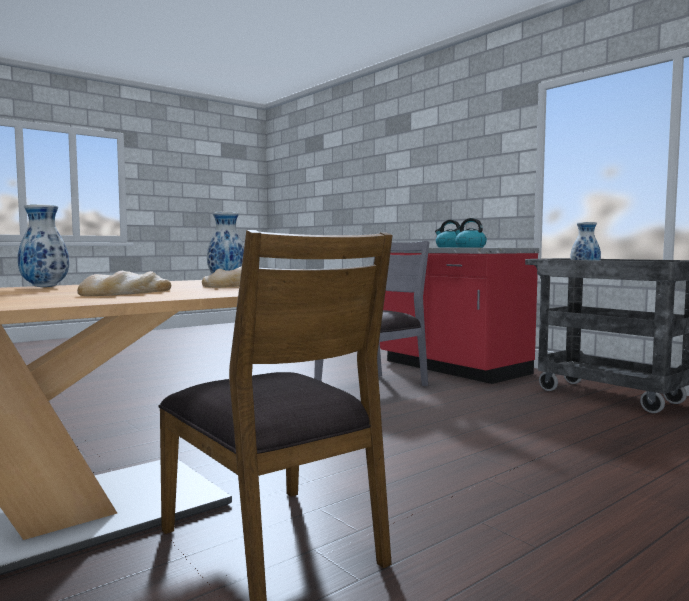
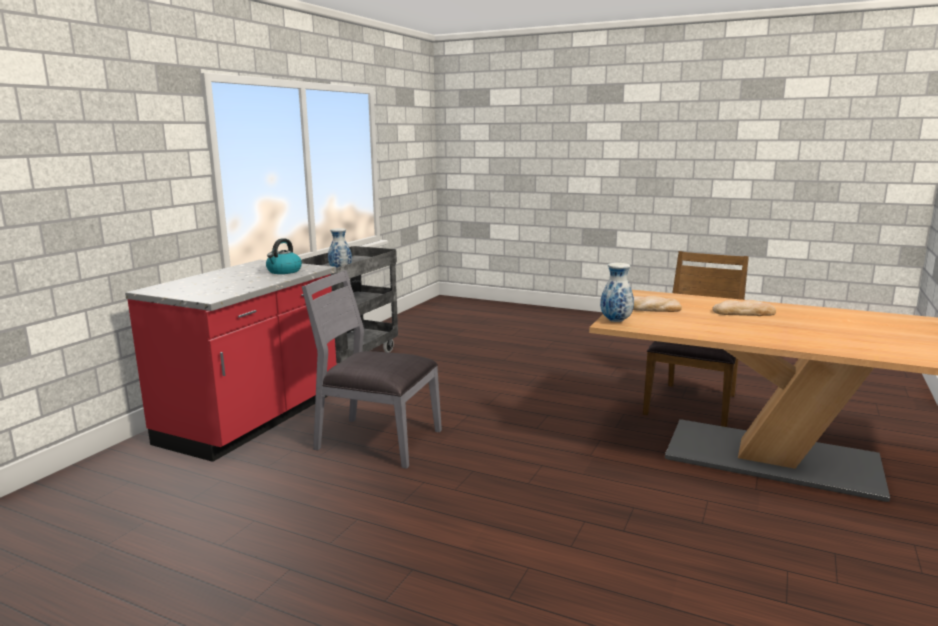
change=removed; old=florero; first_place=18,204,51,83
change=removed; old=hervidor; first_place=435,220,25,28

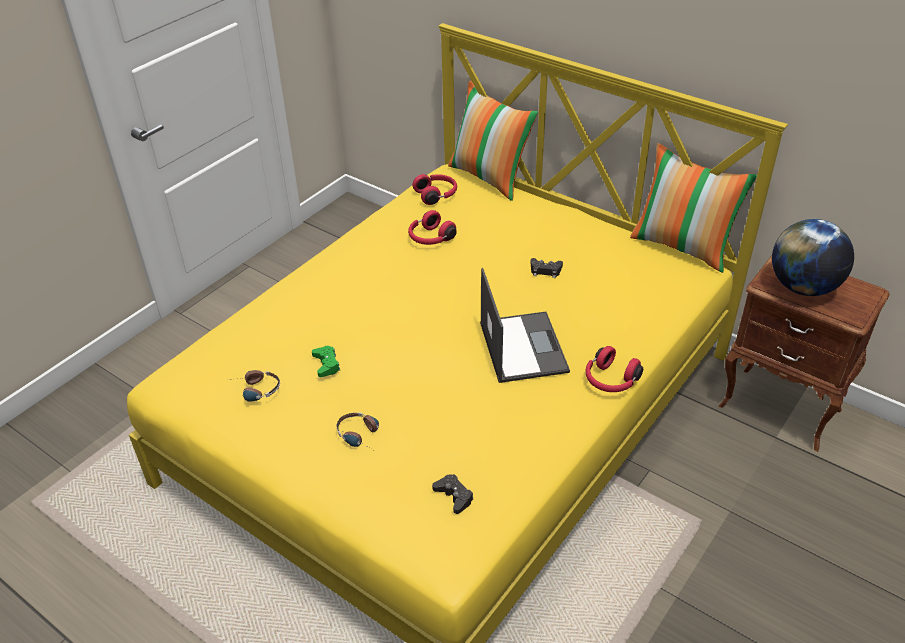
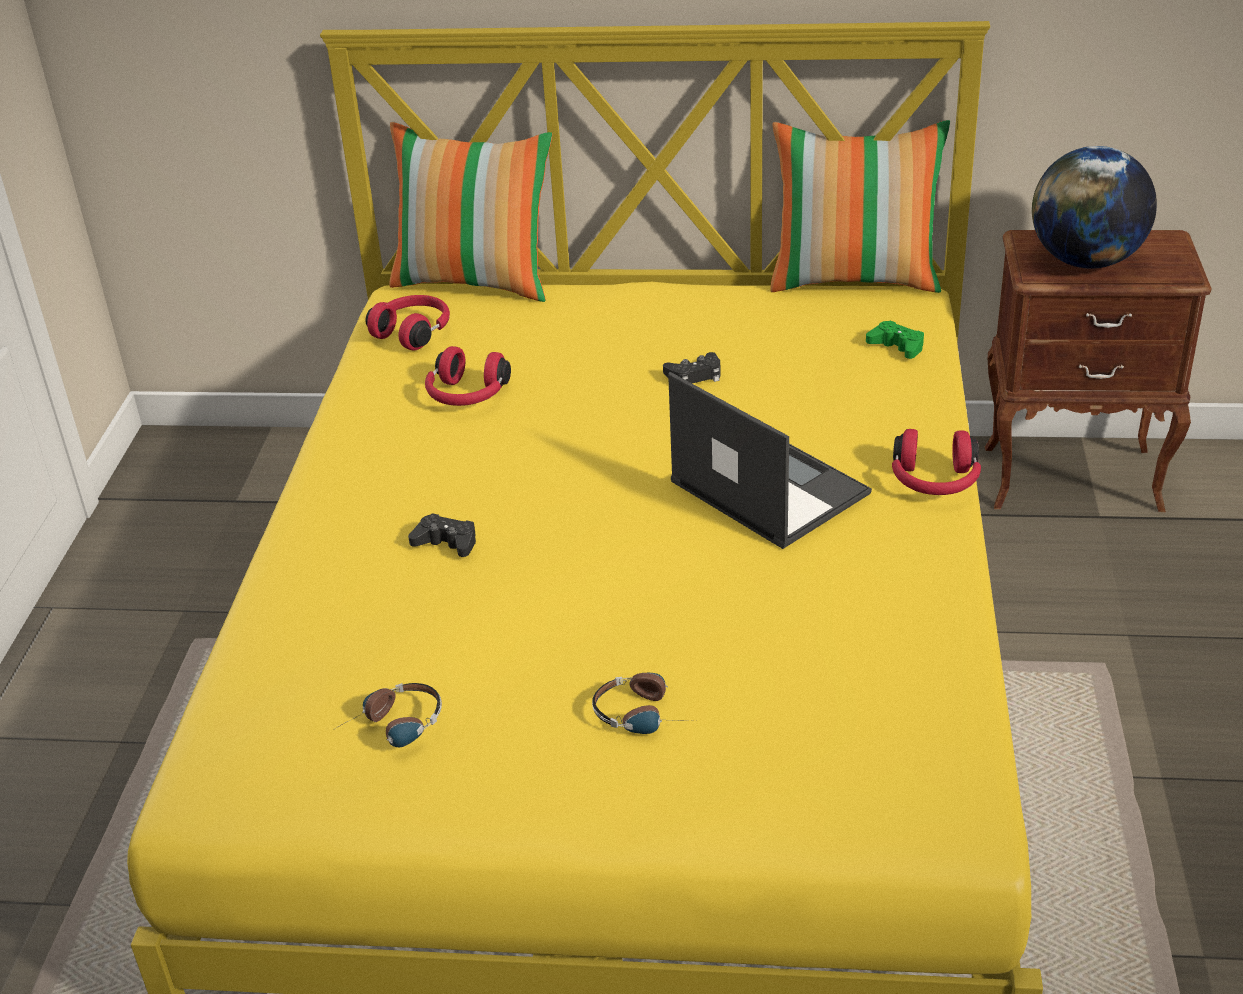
change=moved; old=mando de consola [verde]; first_place=312,346,28,31; second_place=866,321,58,38
change=moved; old=mando de consola [negro]; first_place=432,474,41,40; second_place=408,513,68,44

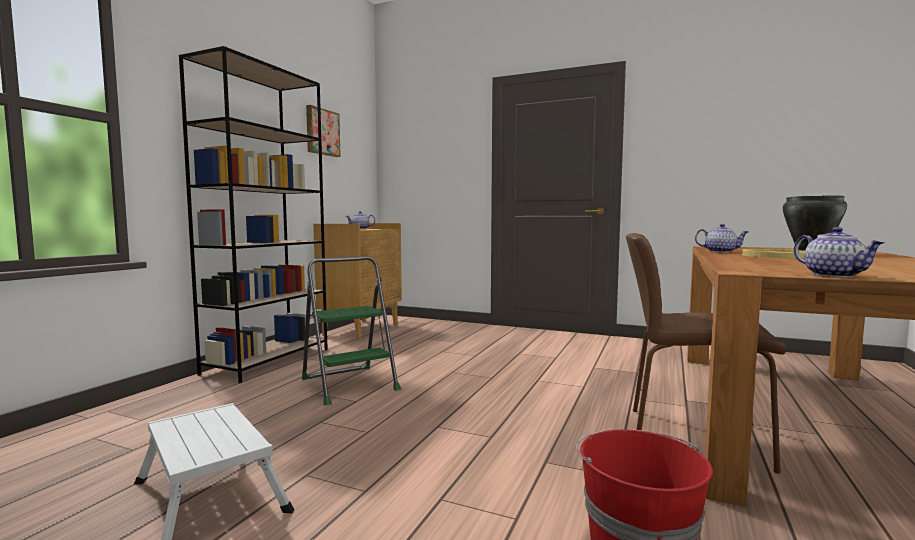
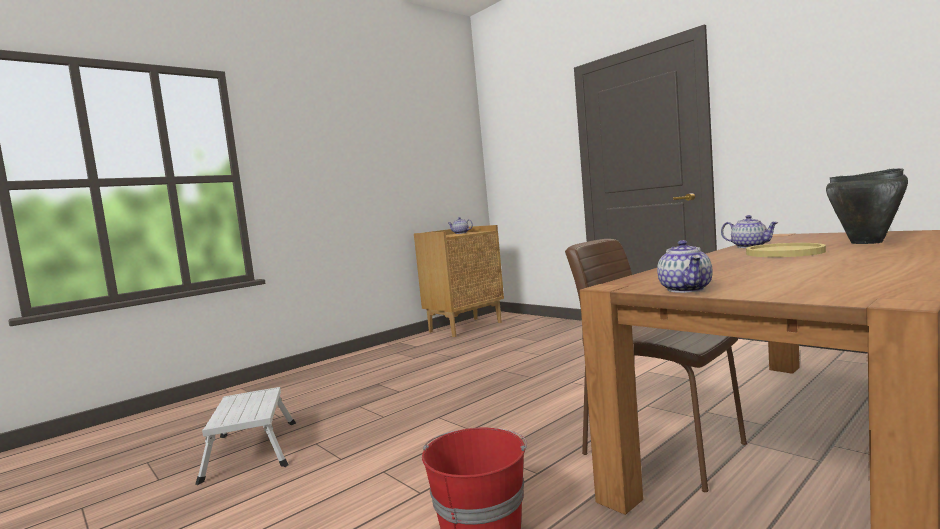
change=removed; old=estantería [beis]; first_place=179,46,149,337
change=removed; old=escalera de tijera [verde]; first_place=302,256,99,149
change=removed; old=cuadro; first_place=306,105,35,52

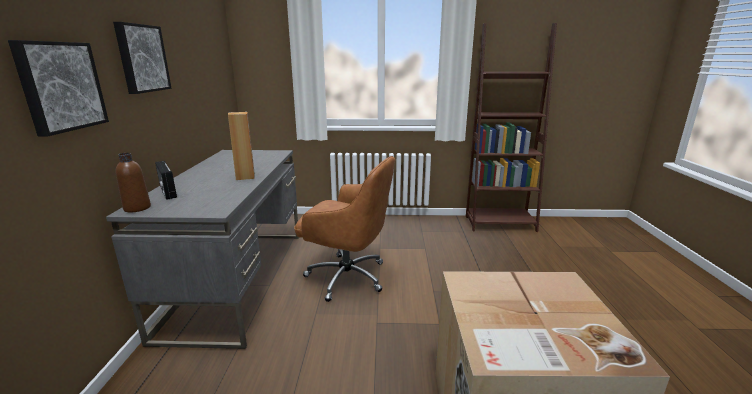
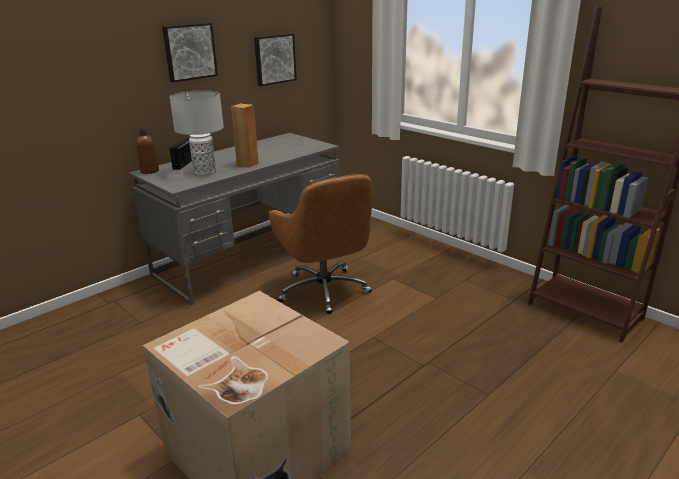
change=added; new=lámpara de mesa [blanco]; second_place=170,90,54,85
change=moved; old=cuadro; first_place=8,40,101,96; second_place=254,33,43,53

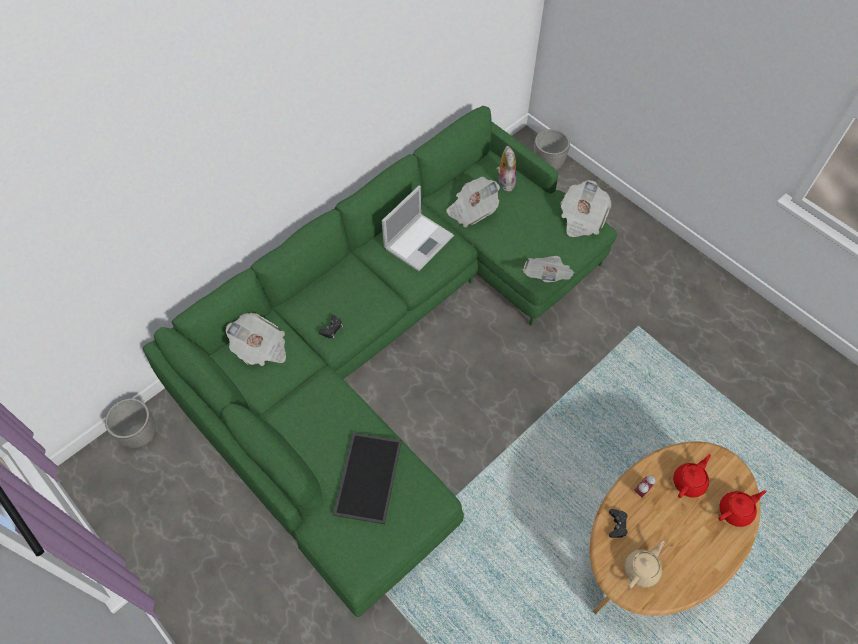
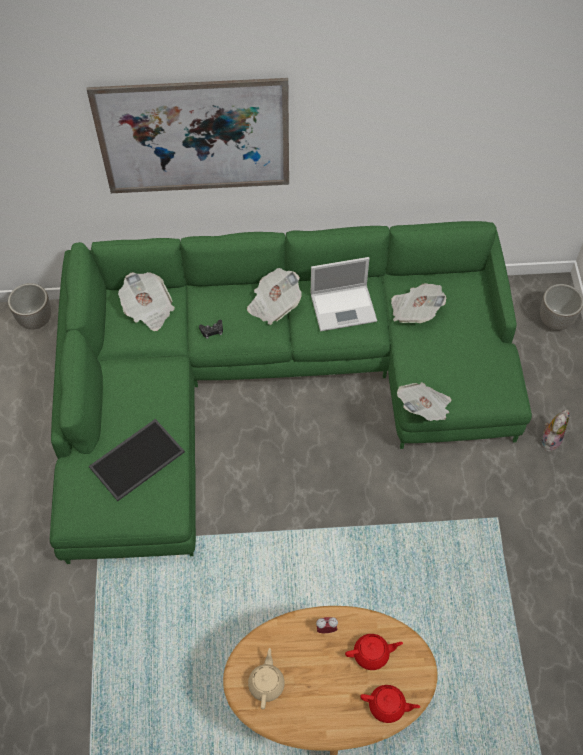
change=removed; old=mando de consola [negro]; first_place=609,509,19,29
change=added; new=cuadro; second_place=87,78,202,115
change=moved; old=peluche; first_place=496,145,20,47; second_place=542,410,27,42
change=moved; old=periódico; first_place=560,180,52,57; second_place=247,268,55,57
change=turned; old=tetera [beis]; first_place=625,541,40,48; second_place=248,648,37,61; degrees=-75

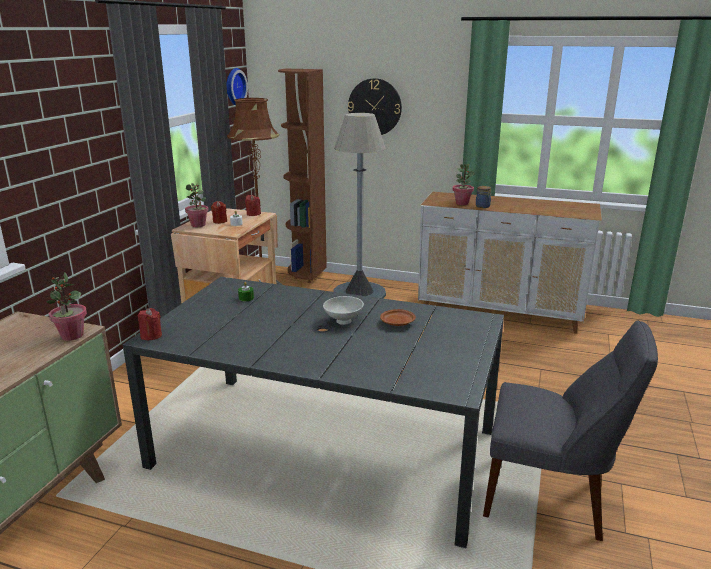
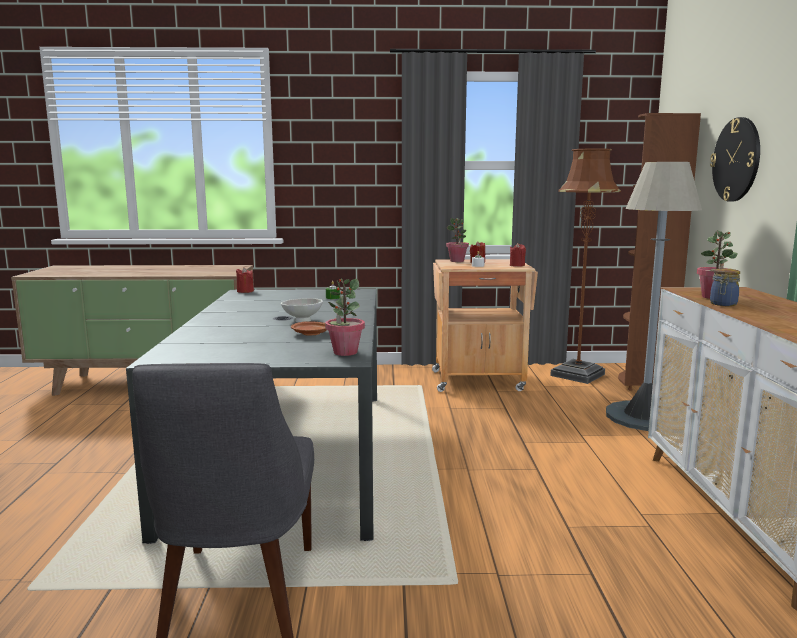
change=removed; old=reloj de pared; first_place=226,68,22,37
change=moved; old=planta en maceta; first_place=46,272,41,69; second_place=325,279,40,77

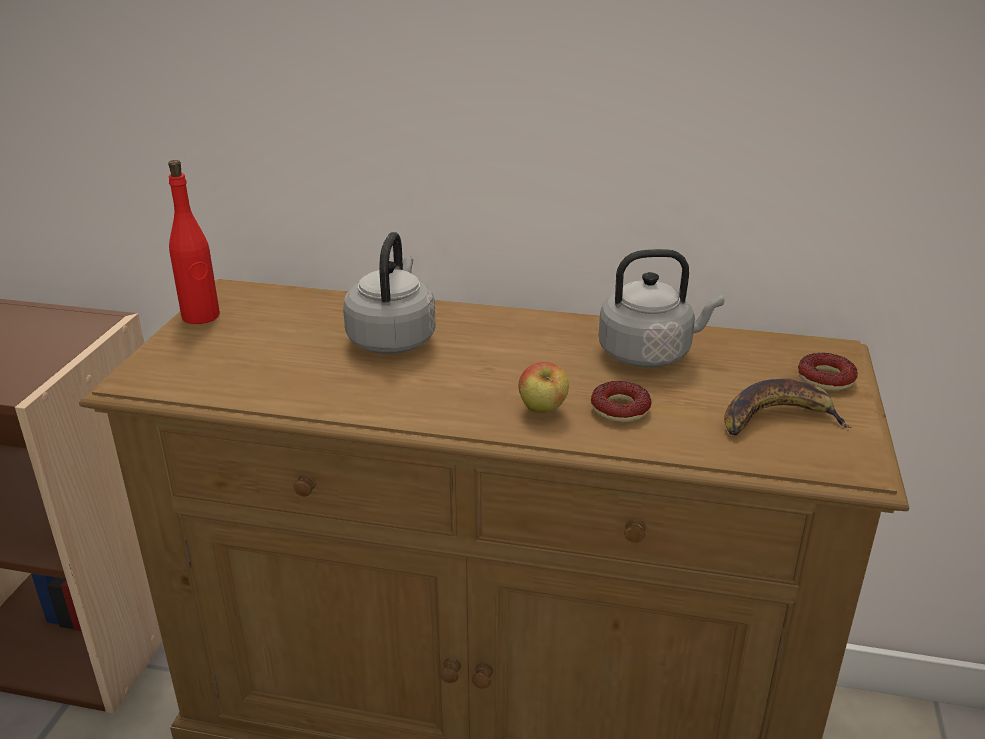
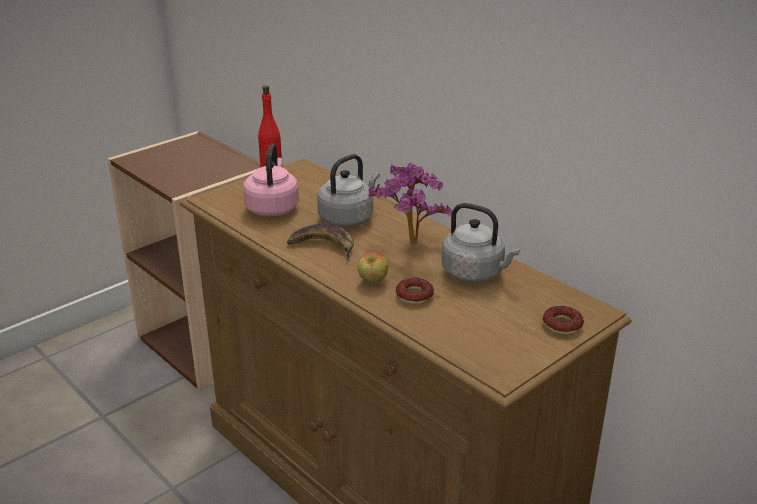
change=added; new=hervidor [rosa]; second_place=243,144,56,73
change=added; new=planta en maceta; second_place=369,163,83,81
change=moved; old=plátano; first_place=724,379,127,56; second_place=287,224,67,37

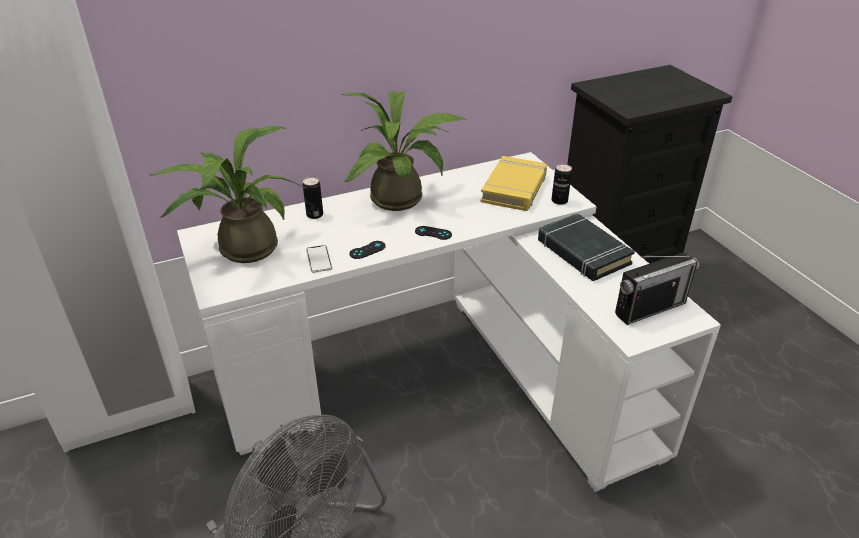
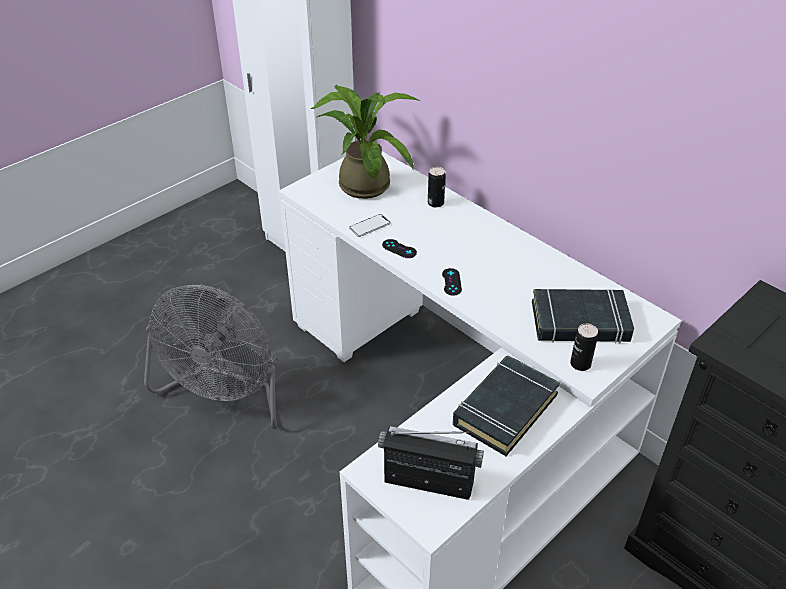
change=removed; old=planta en maceta; first_place=342,91,125,120
change=recoloured; old=libro [amarillo]; new=libro [negro]; first_place=481,156,66,55; second_place=532,289,102,55
change=turned; old=radio; first_place=615,253,84,72; second_place=378,426,106,74; degrees=150

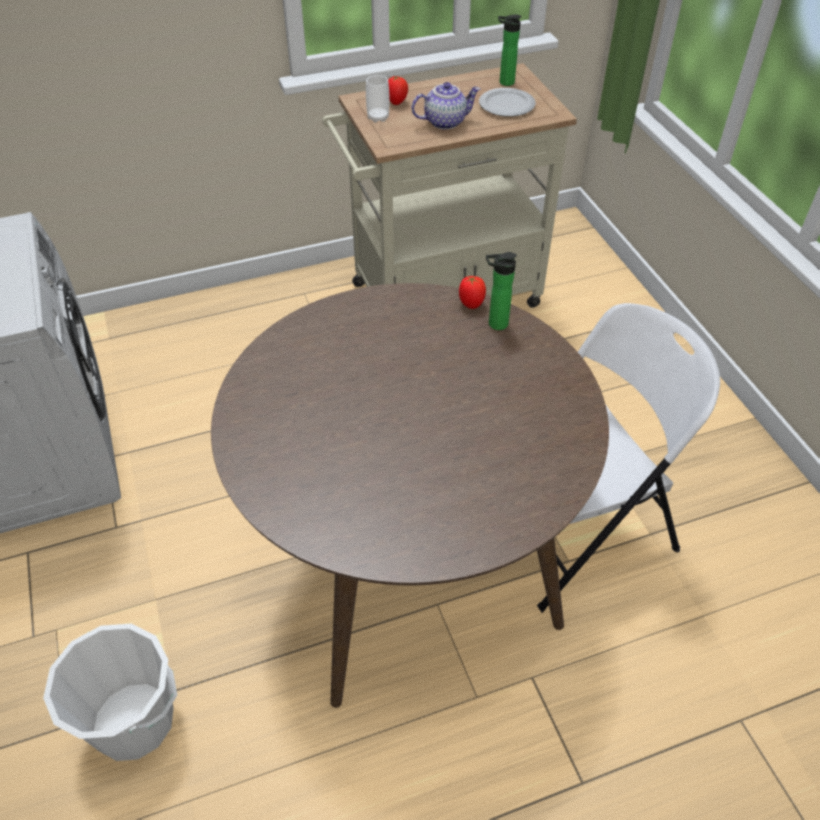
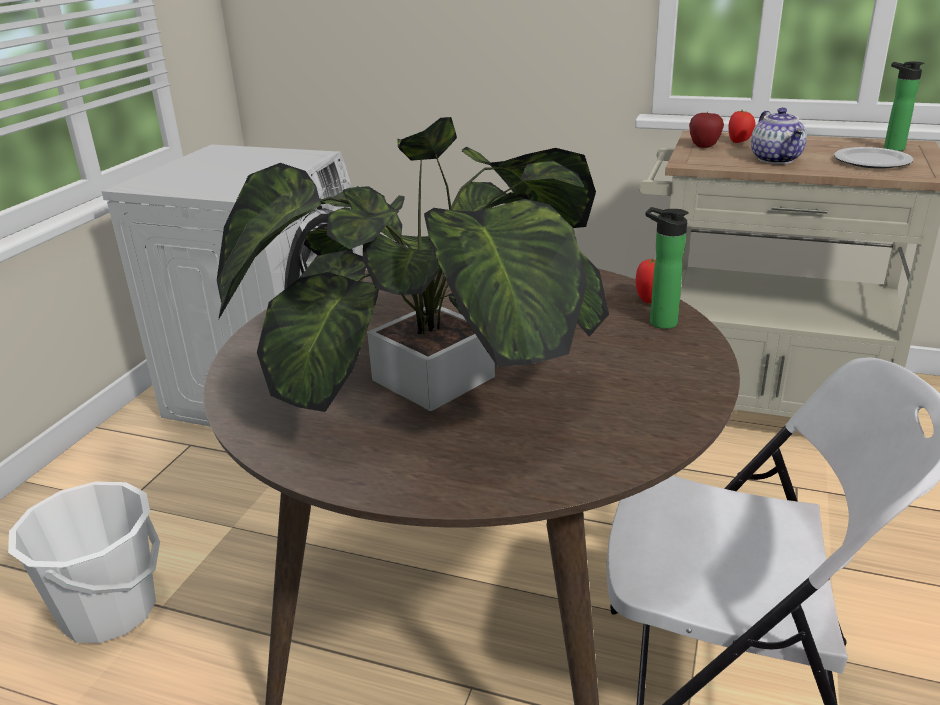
change=added; new=planta en maceta; second_place=217,117,392,295
change=replaced; old=taza; new=manzana; first_place=366,75,23,48; second_place=689,112,35,36
change=turned; old=tetera; first_place=411,82,69,48; second_place=751,108,56,56; degrees=60

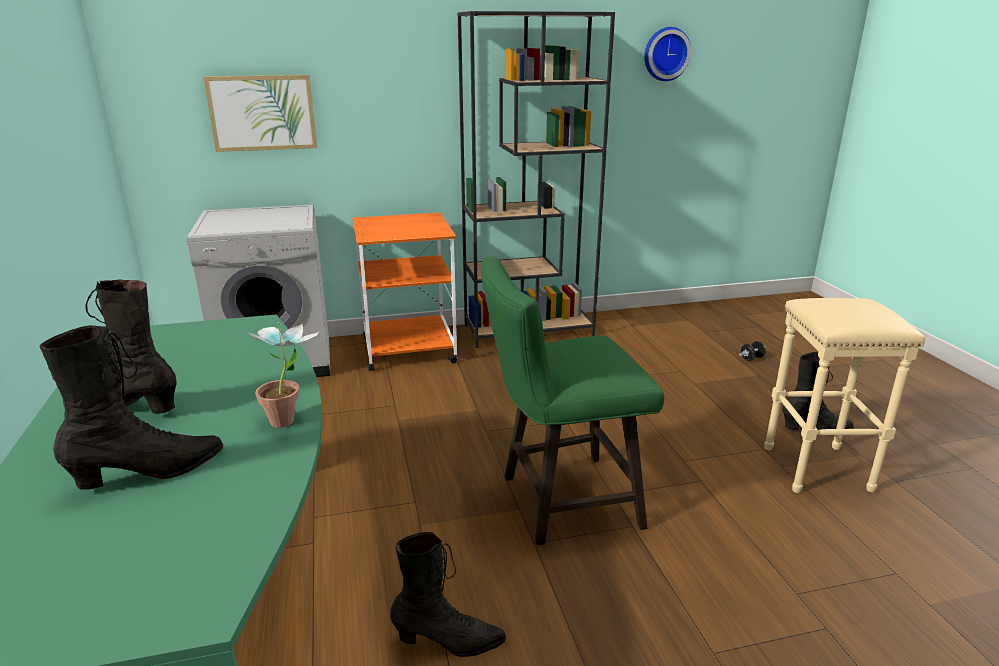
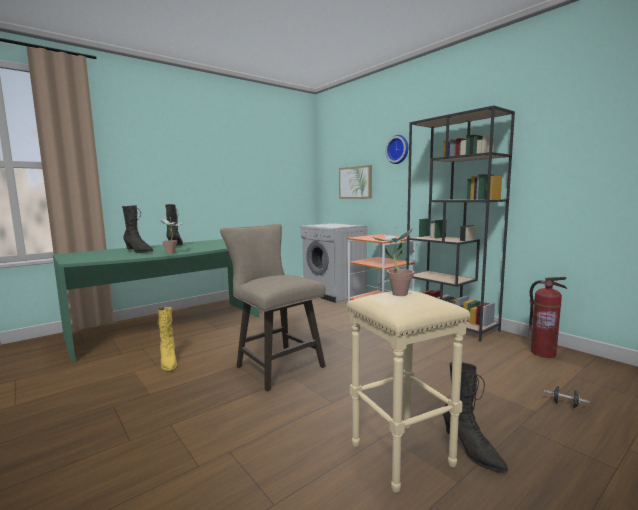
change=added; new=planta en maceta; second_place=374,226,40,70
change=added; new=extintor; second_place=528,277,39,81
change=moved; old=reloj de pared; first_place=644,27,47,54; second_place=385,135,24,29
change=recoloured; old=bota [negro]; new=bota [amarillo]; first_place=390,532,116,125; second_place=158,307,19,64
change=recoloured; old=taburete [verde]; new=taburete [beis]; first_place=481,256,183,290; second_place=220,224,106,167

